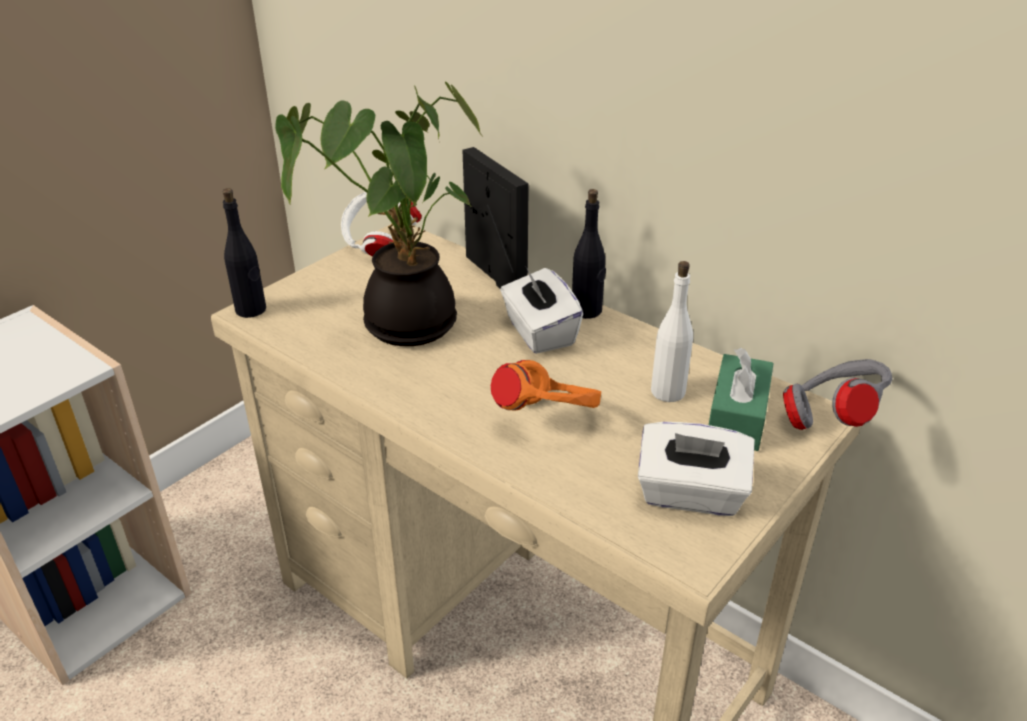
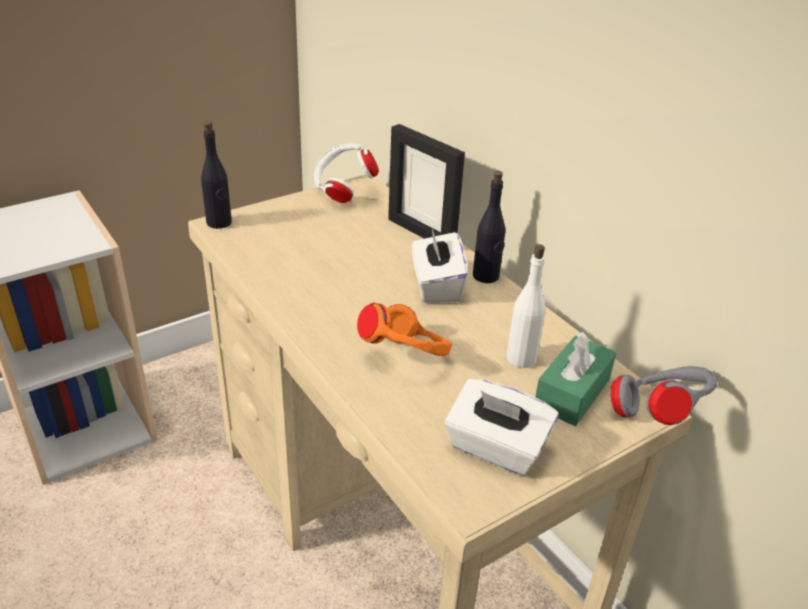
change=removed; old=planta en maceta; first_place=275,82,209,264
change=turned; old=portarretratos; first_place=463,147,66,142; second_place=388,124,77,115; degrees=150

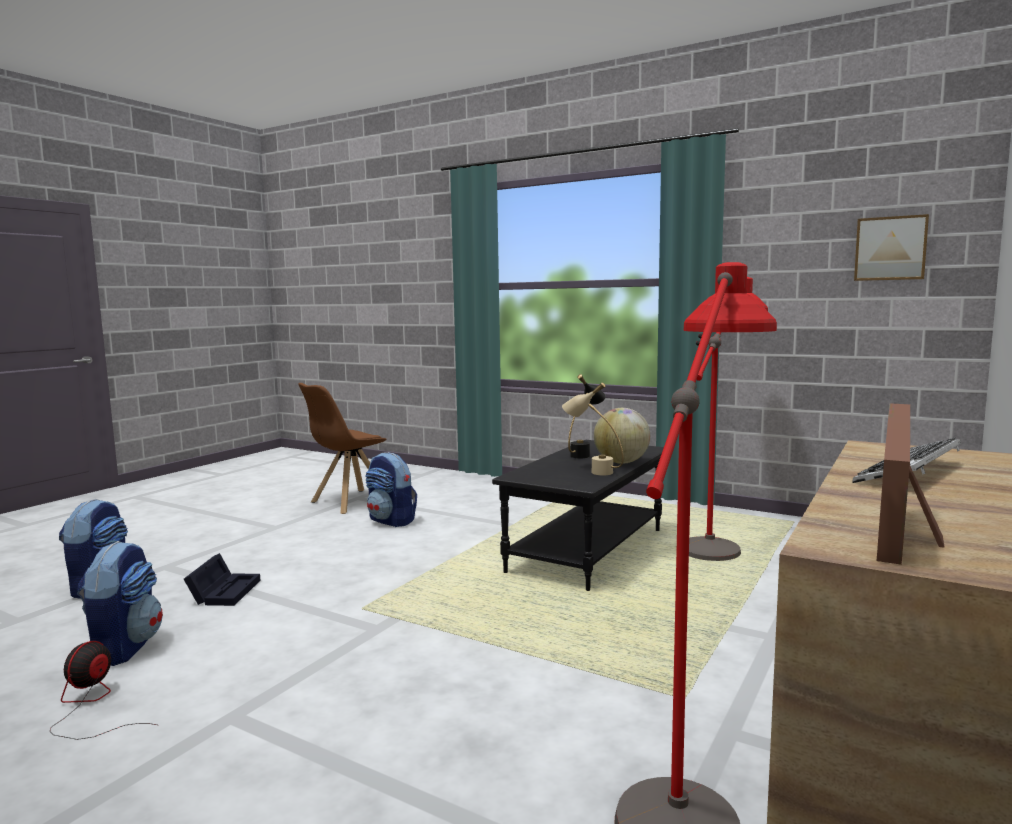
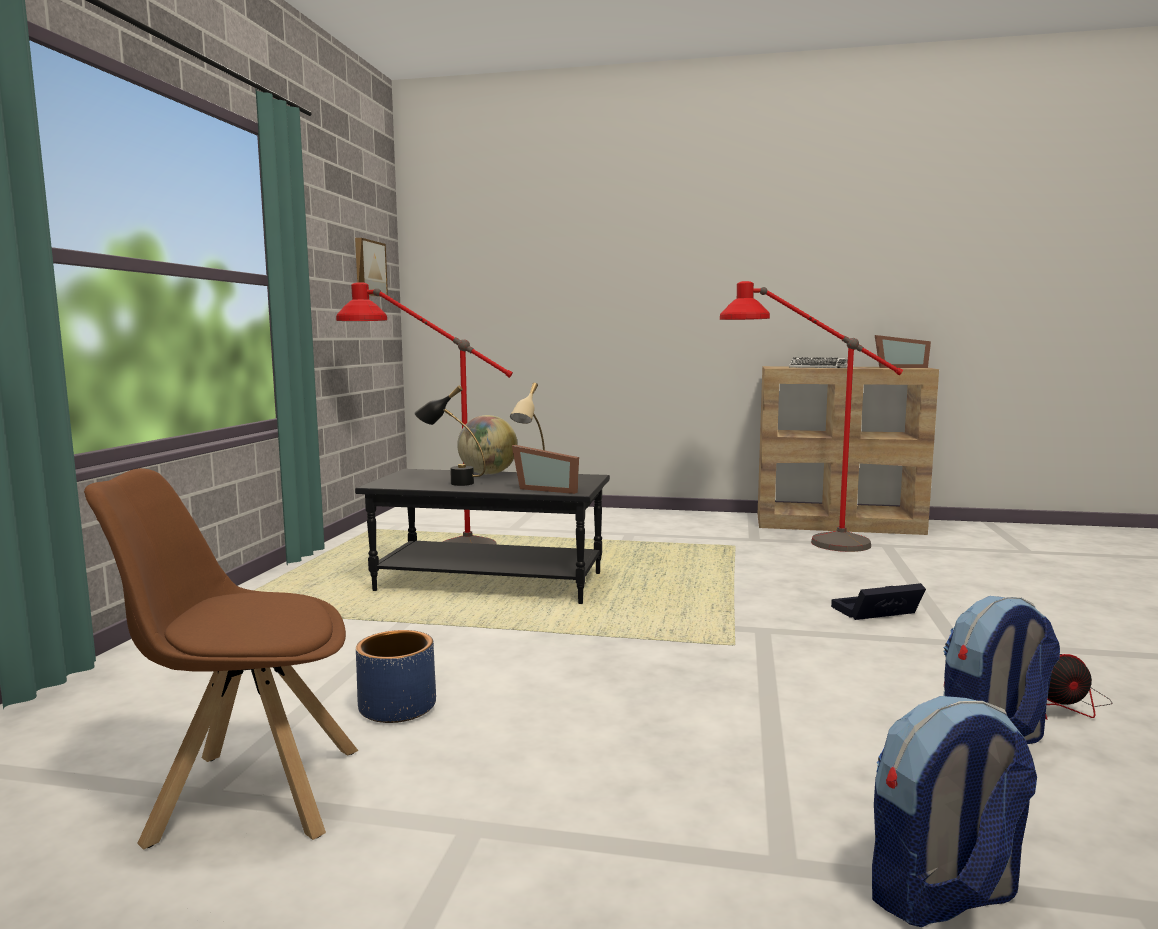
change=added; new=portarretratos; second_place=512,445,67,49
change=moved; old=caja de almacenaje [negro]; first_place=184,553,76,53; second_place=831,583,95,37
change=replaced; old=mochila; new=maceta [azul]; first_place=365,452,52,75; second_place=356,630,80,93
change=turned; old=silla [marrón]; first_place=299,383,88,131; second_place=84,468,274,382; degrees=150

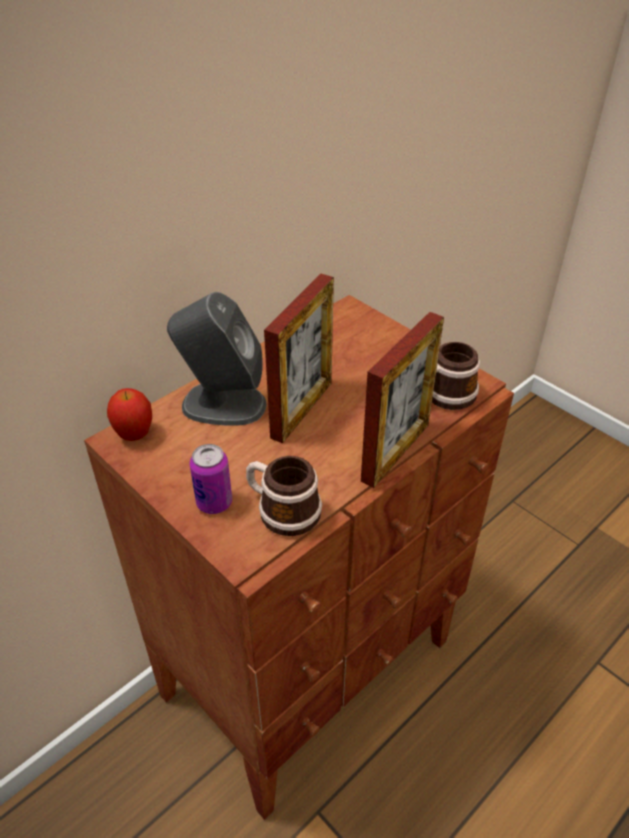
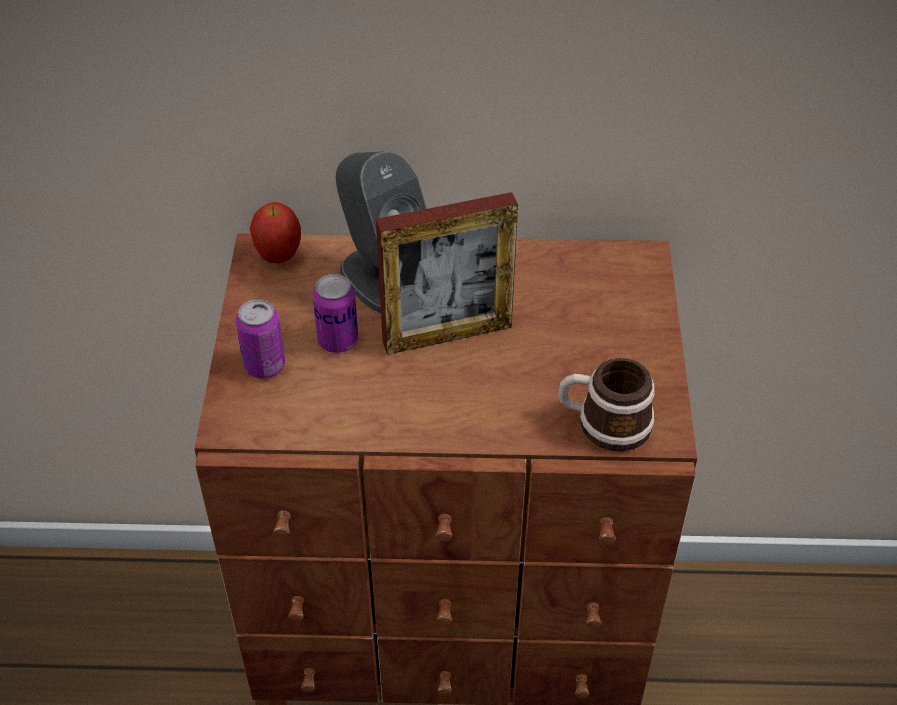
change=removed; old=taza grande; first_place=246,456,76,80
change=removed; old=portarretratos; first_place=361,312,83,176
change=added; new=lata; second_place=312,274,46,79

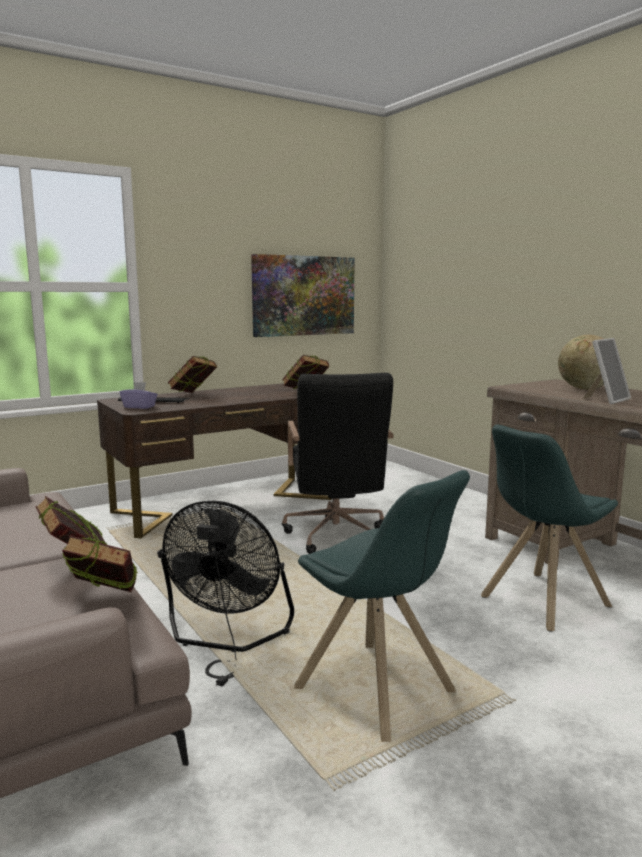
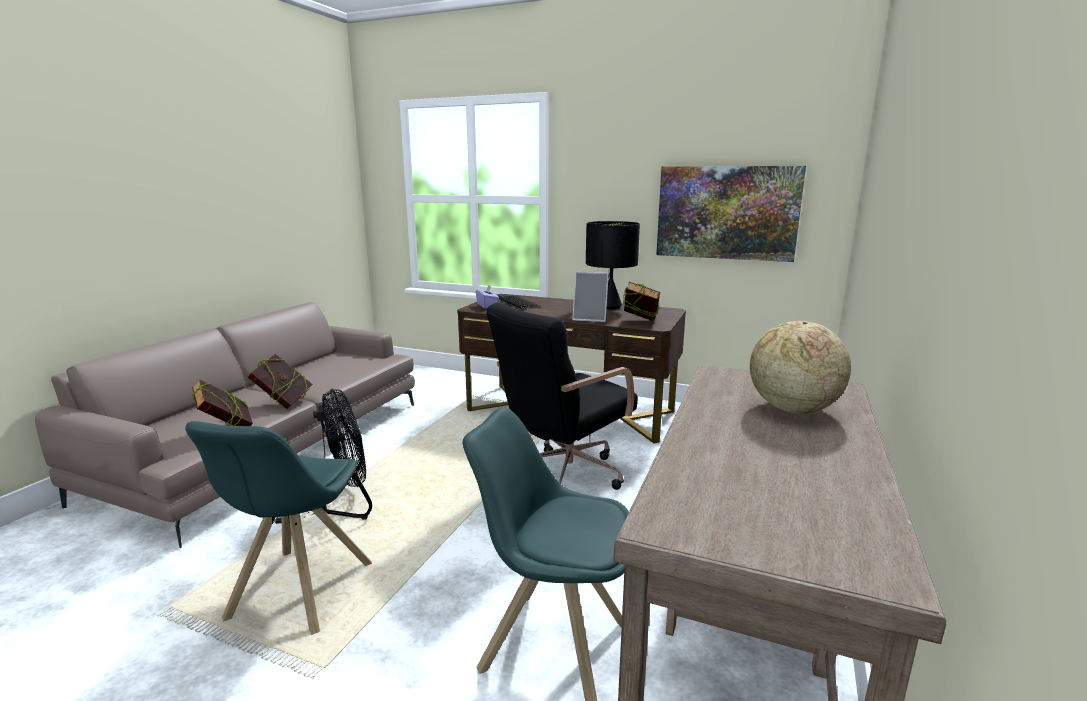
change=removed; old=libro; first_place=168,356,49,37
change=added; new=lámpara de mesa [negro]; second_place=586,221,54,89
change=moved; old=portarretratos; first_place=583,338,48,66; second_place=572,272,37,50

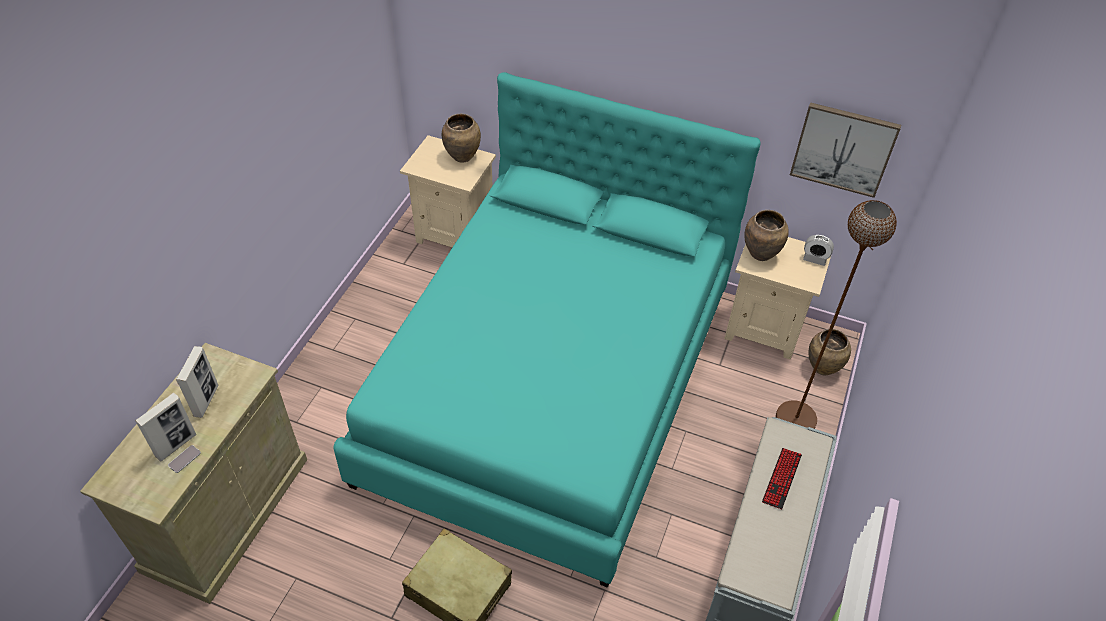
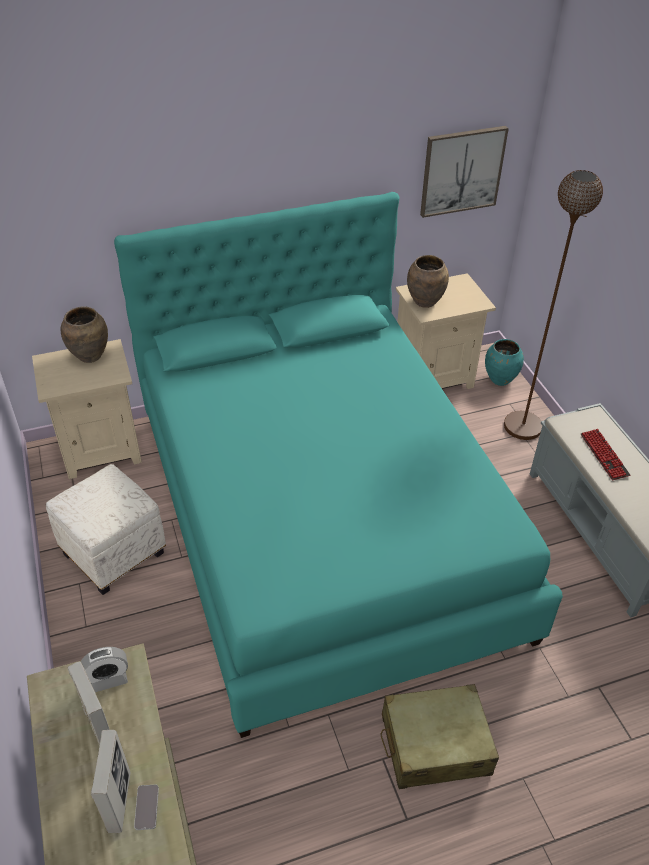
change=added; new=puf [blanco]; second_place=46,464,120,131
change=moved; old=despertador; first_place=803,235,31,31; second_place=81,647,47,45
change=recoloured; old=florero [marrón]; new=florero [turquesa]; first_place=809,329,42,46; second_place=485,339,39,47

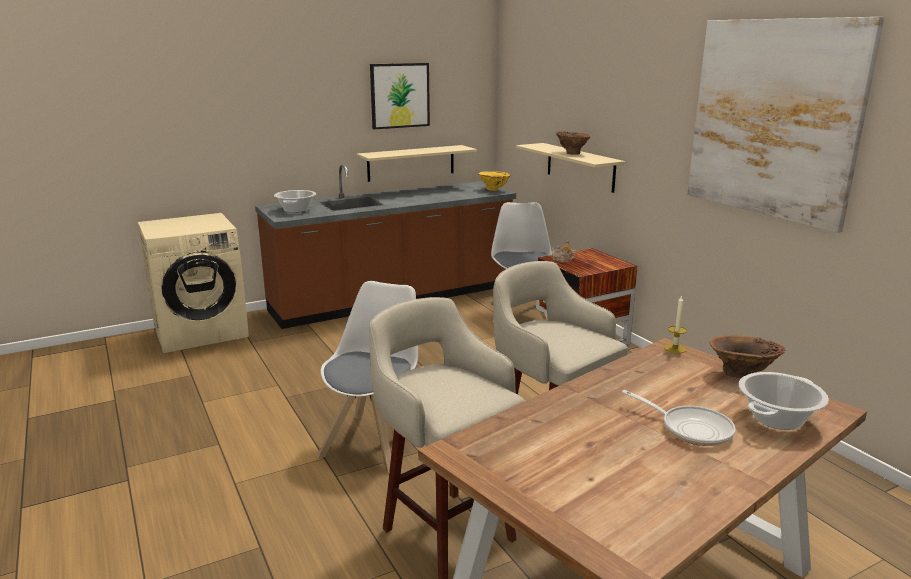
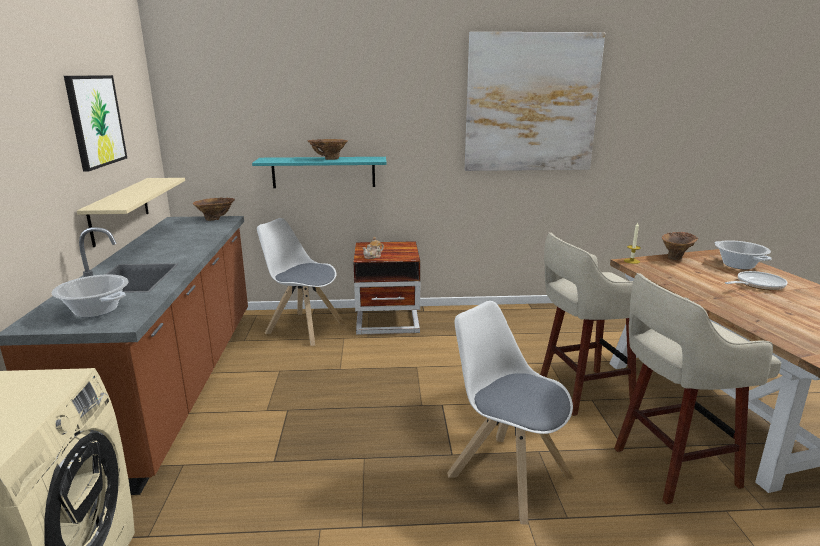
change=recoloured; old=florero [amarillo]; new=florero [marrón]; first_place=478,171,33,20; second_place=193,198,42,23
change=recoloured; old=estante [beis]; new=estante [turquesa]; first_place=516,143,109,50; second_place=252,157,135,31

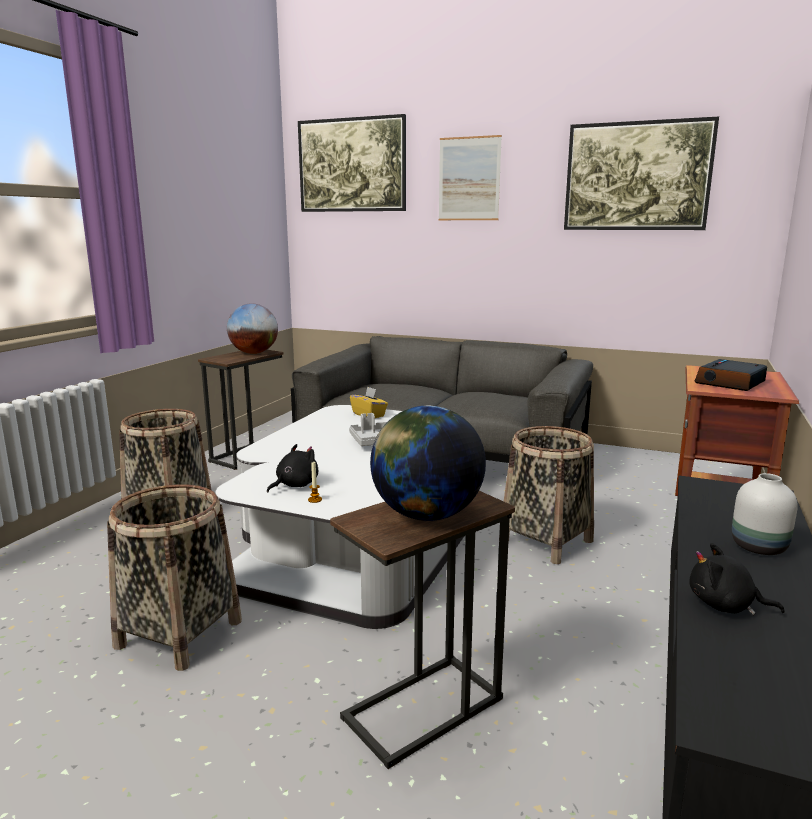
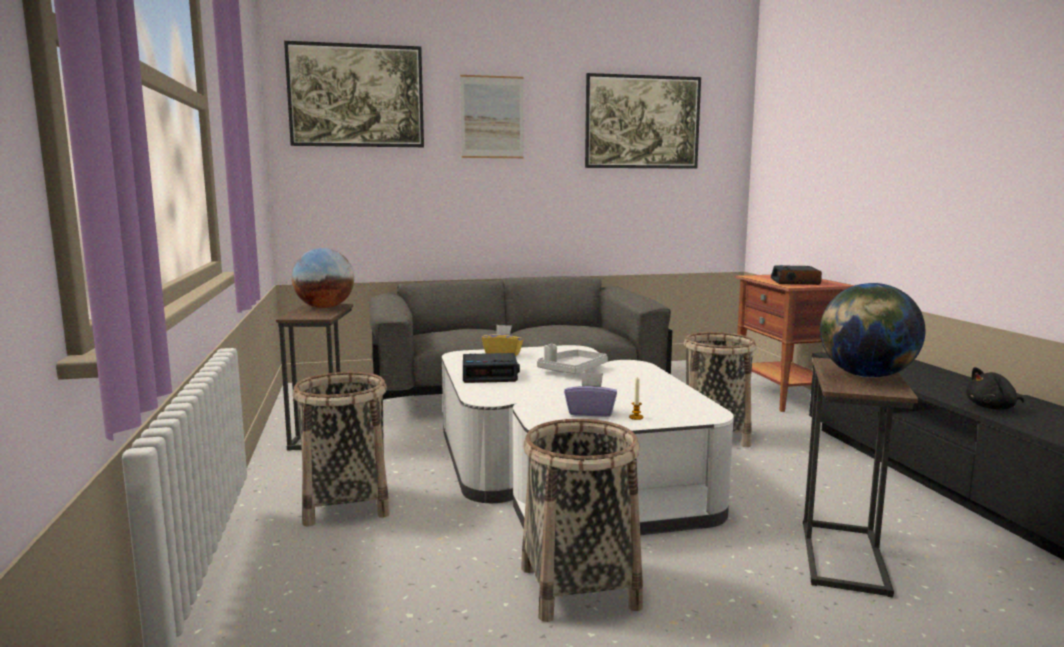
change=removed; old=florero [blanco]; first_place=732,473,66,82
change=added; new=despertador; second_place=463,353,57,30
change=replaced; old=peluche [negro]; new=caja de pañuelos [morado]; first_place=267,444,51,48; second_place=564,372,53,45

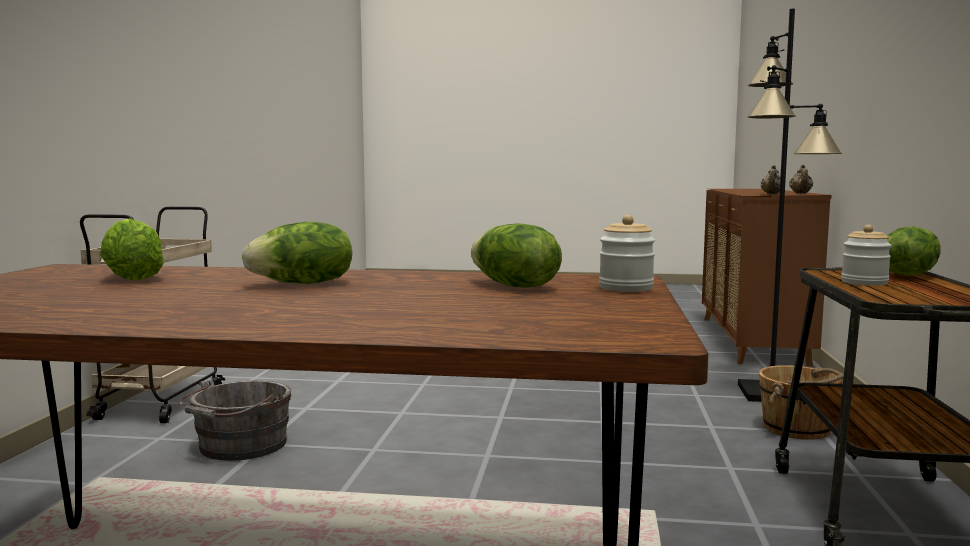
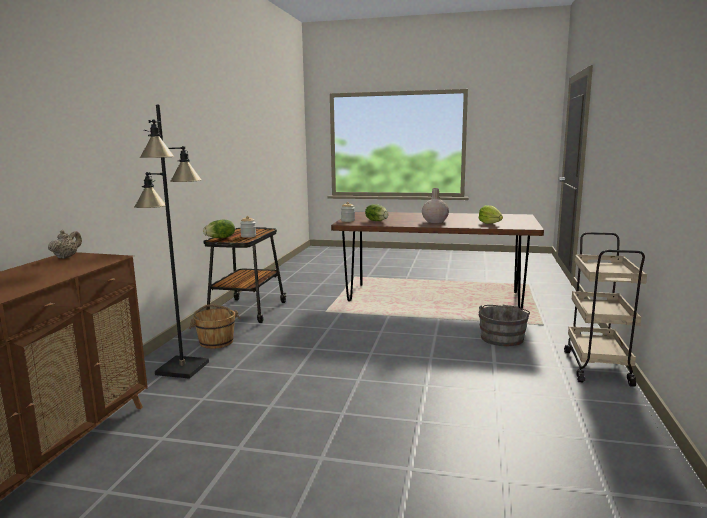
change=removed; old=tetera [beis]; first_place=761,165,19,29
change=replaced; old=lechuga; new=florero [beis]; first_place=242,222,110,62; second_place=422,188,27,35

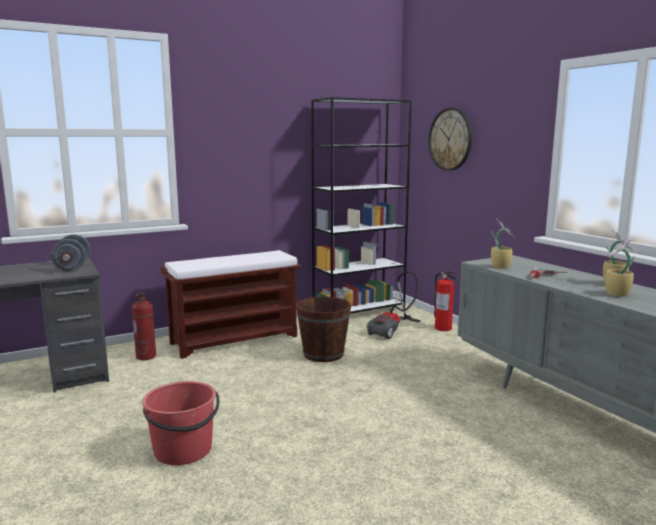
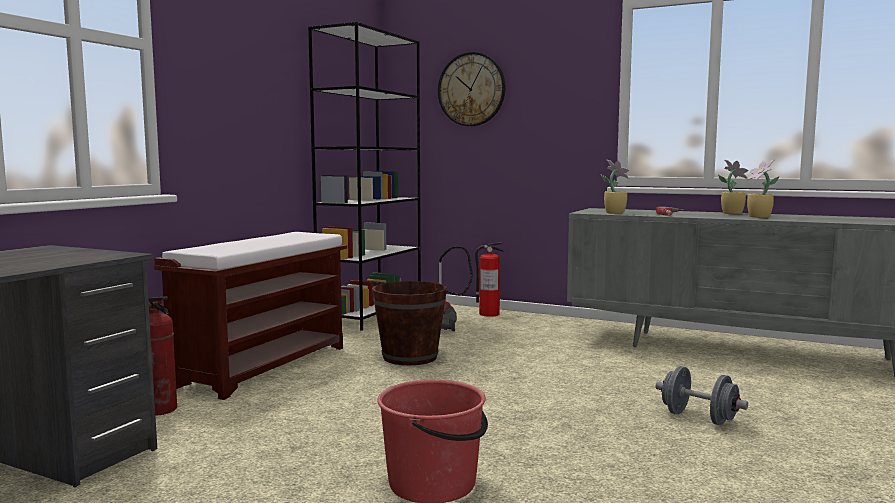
change=moved; old=mancuerna [gris]; first_place=51,234,40,37; second_place=656,366,92,59

